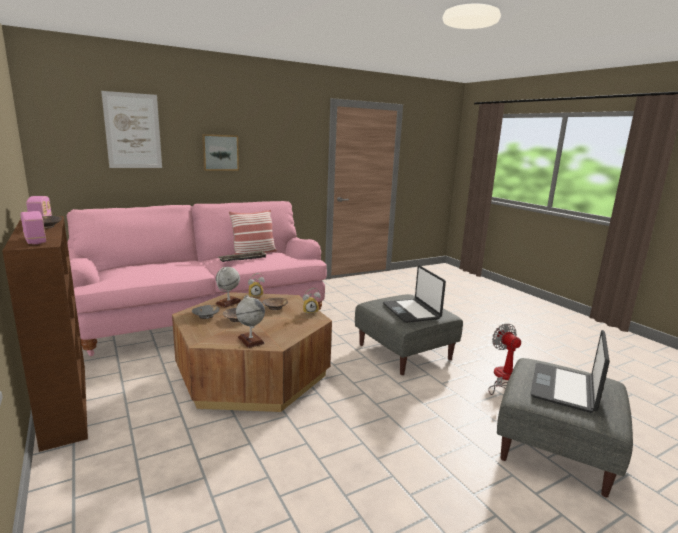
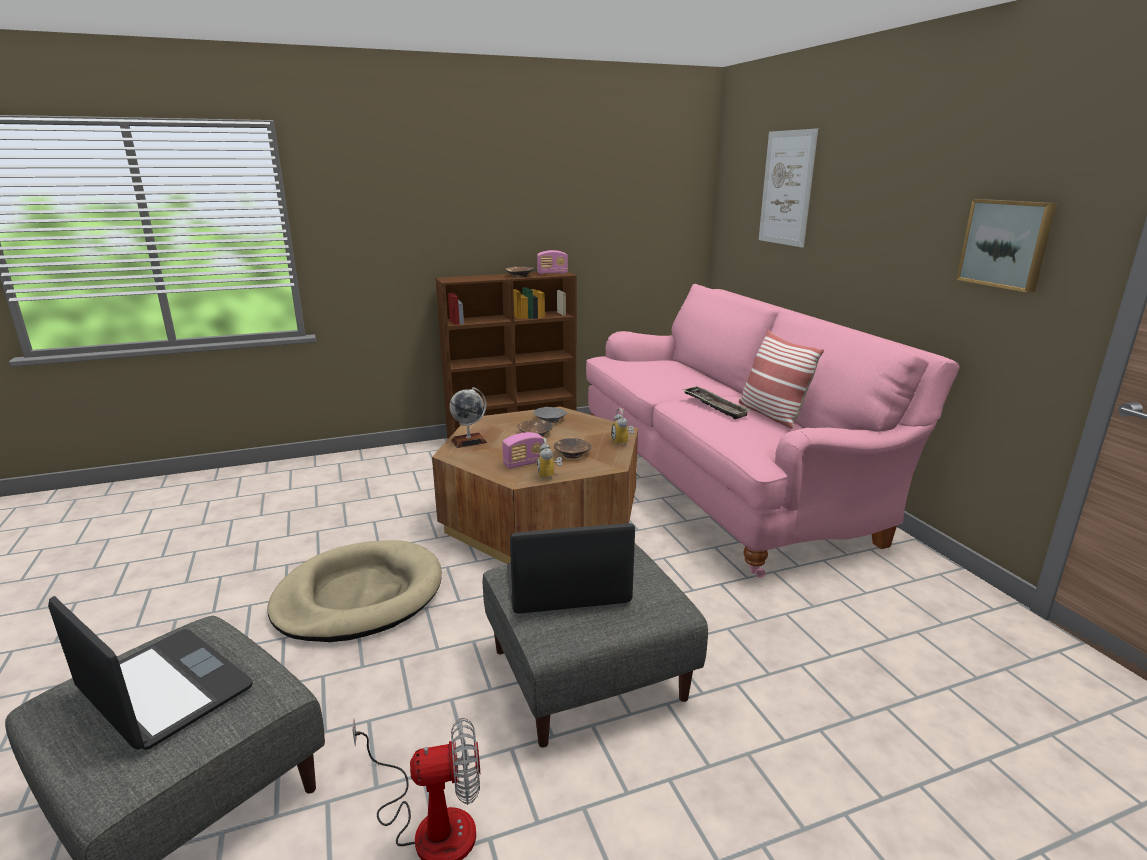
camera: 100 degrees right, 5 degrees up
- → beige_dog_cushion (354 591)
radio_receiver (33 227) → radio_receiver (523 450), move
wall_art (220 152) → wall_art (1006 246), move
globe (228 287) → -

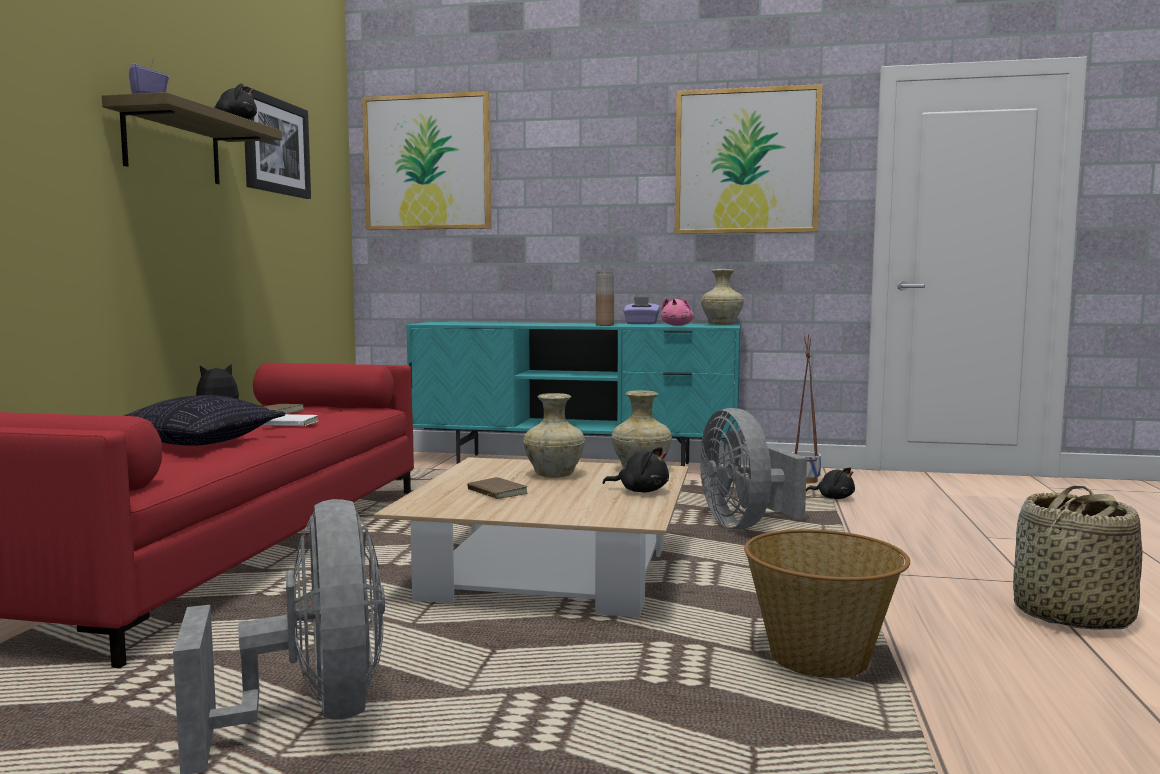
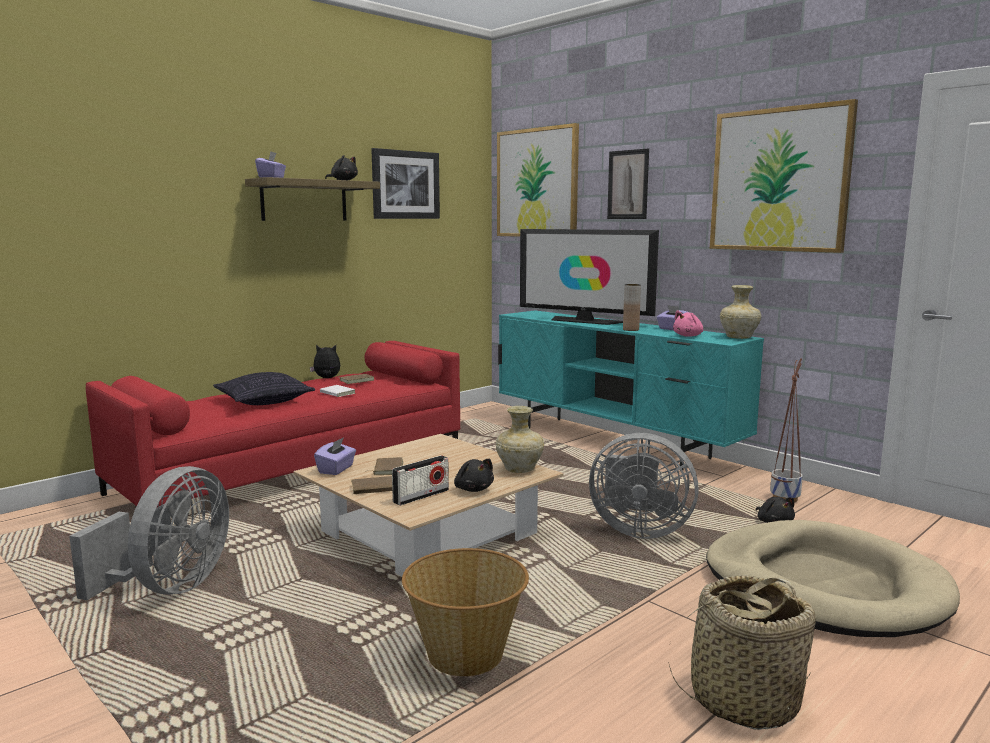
camera: 35 degrees right, 5 degrees up
- → purple_tissue_box (335 456)
- → brown-coloured_book (372 485)
- → radio_receiver (420 480)
- → TV (589 277)
greyish_electric_fan (753 469) → greyish_electric_fan (644 486), 90 degrees counterclockwise
- → wall_art (628 184)
- → beige_dog_cushion (833 578)
beige_flower_vase (554 435) → -

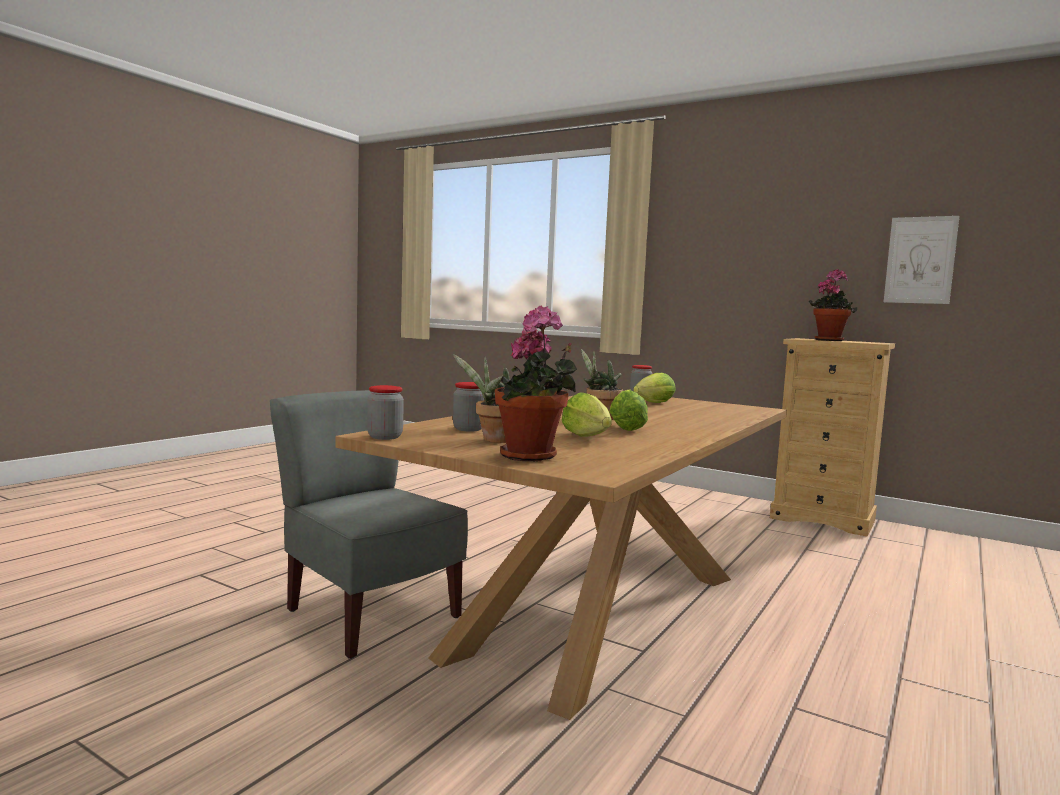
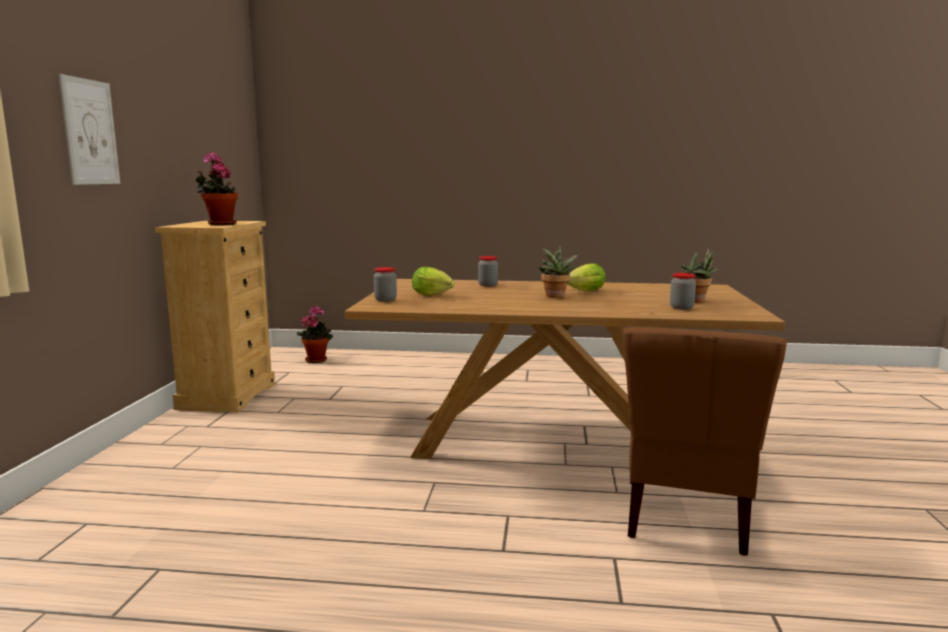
camera: 115 degrees left, 5 degrees up
wall_art (922 260) → wall_art (89 129), move
plant_in_a_pot (536 384) → plant_in_a_pot (315 334), move
storage_jar (385 412) → storage_jar (488 271), move
greyish_chair (369 524) → brown-coloured_chair (705 441)
lettuce (587 415) → -

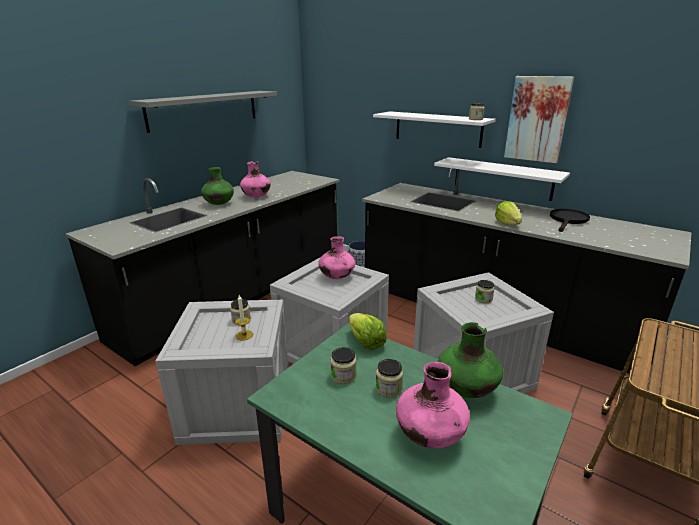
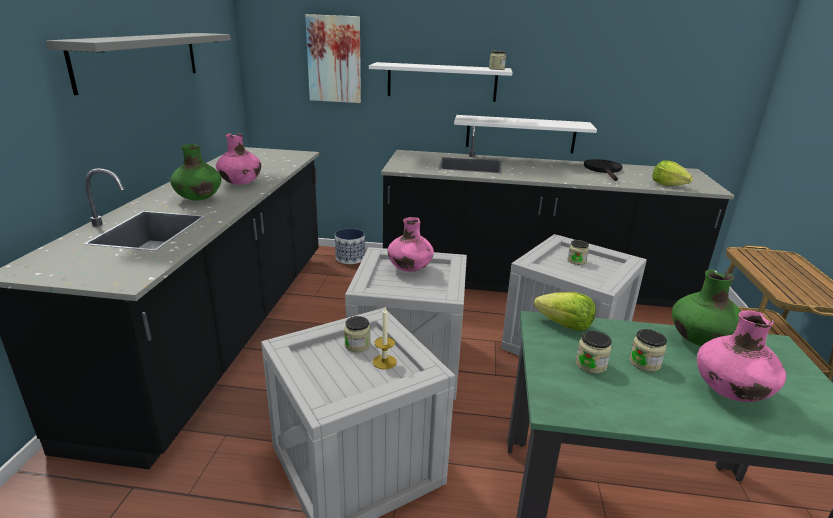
camera: 30 degrees left, 0 degrees up
wall_art (539 119) → wall_art (333 58), move
lettuce (508 213) → lettuce (672 173), move

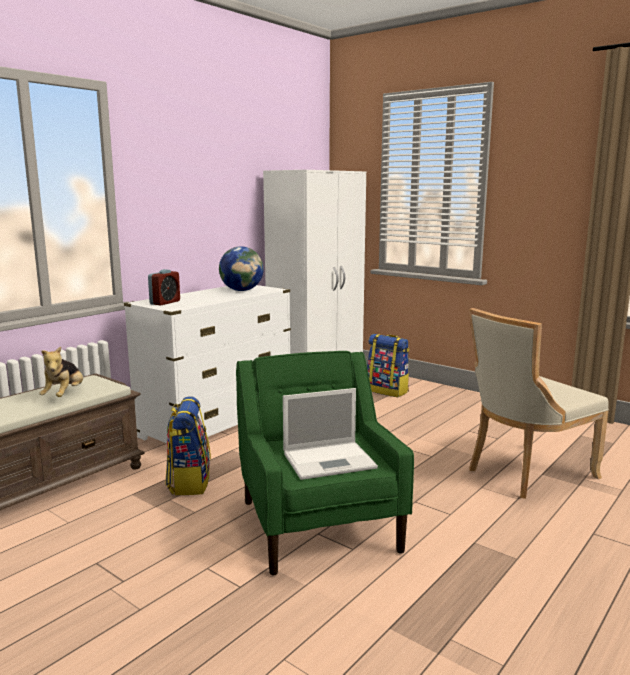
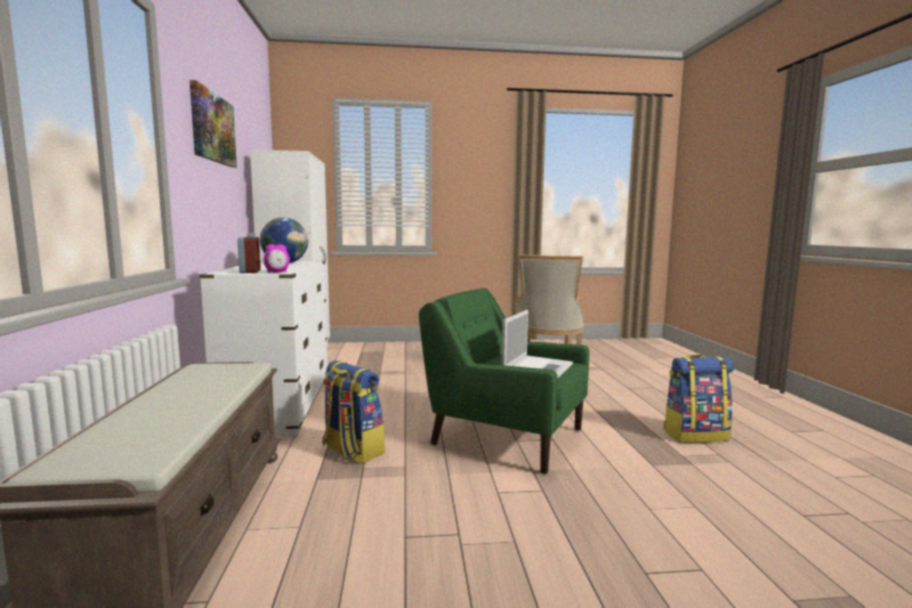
camera: 45 degrees left, 5 degrees down
- → wall_art (213 123)
- → table_clock (276 258)
knapsack (388 365) → knapsack (699 399), move
cuddly_toy (61 371) → -

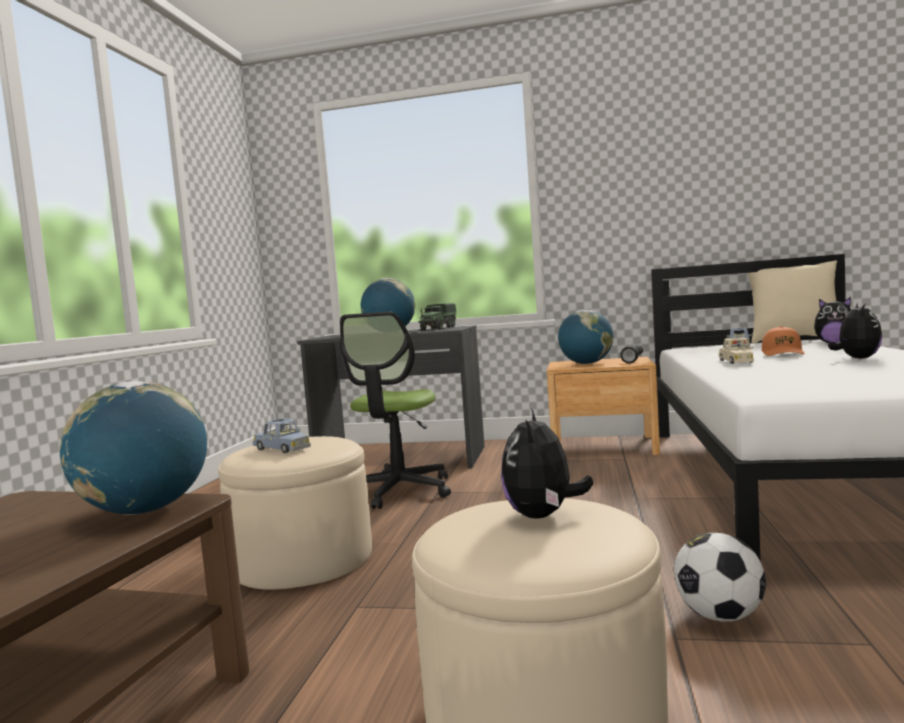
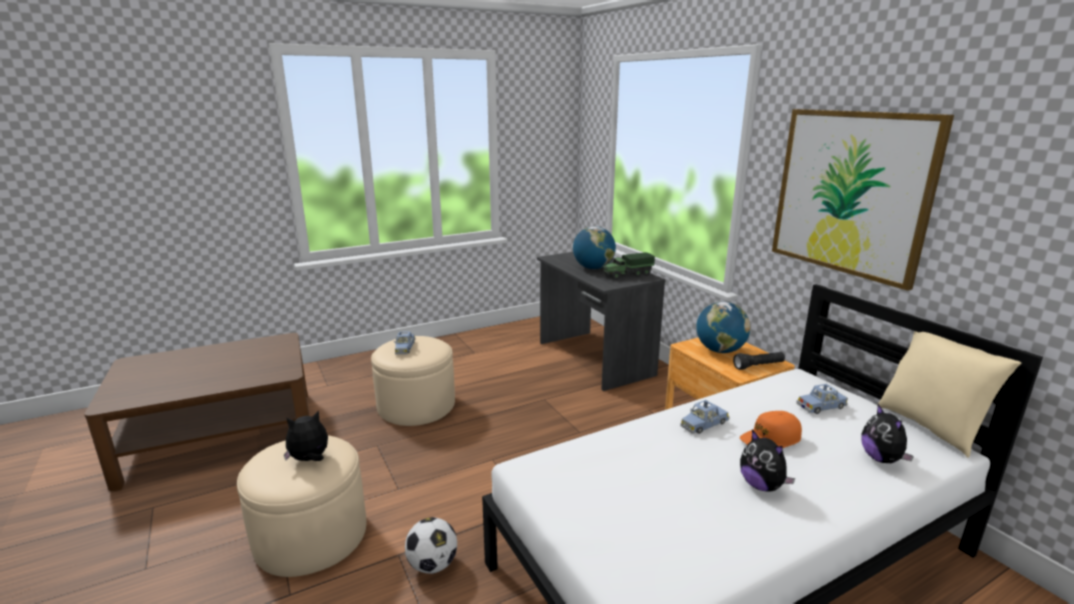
camera: 50 degrees right, 15 degrees up
beige_toy_car (736 350) → blue-coloured_toy_car (704 417)
cuddly_toy (855 331) → cuddly_toy (768 461), 75 degrees clockwise
- → wall_art (863 200)
globe (133 448) → -
office_chair (395 410) → -

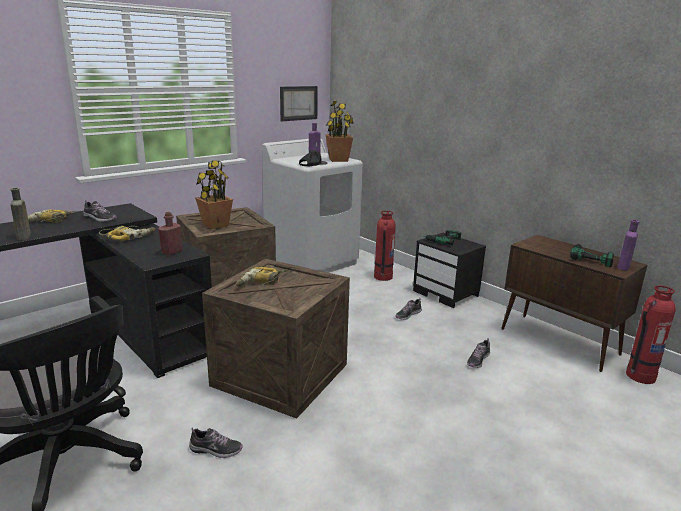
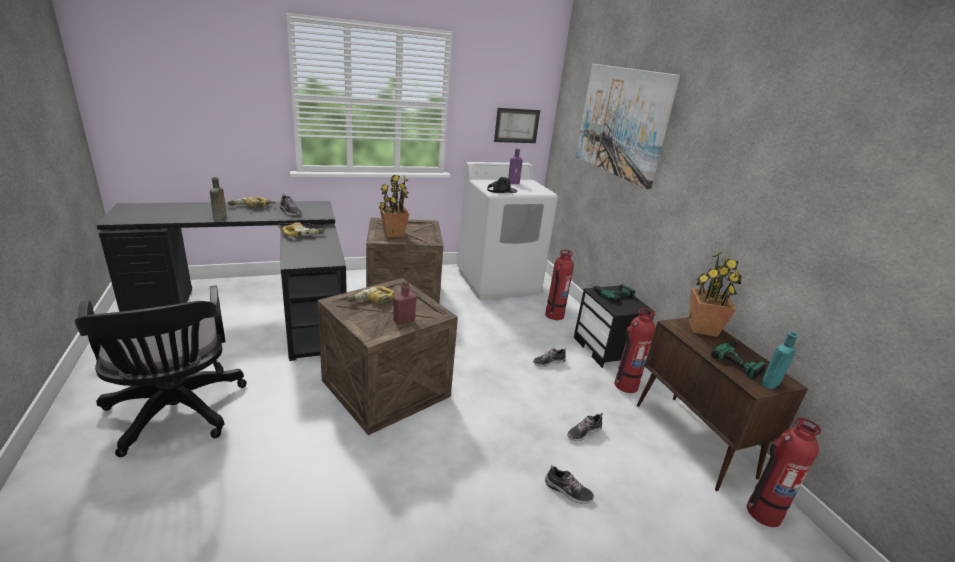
camera: 20 degrees right, 5 degrees up
red-coloured_drink_bottle (170 234) → red-coloured_drink_bottle (405 303), move
low_shoe (216 442) → low_shoe (569 484), move
- → wall_art (628 126)
- → fire_extinguisher (634 350)
plant_in_a_pot (339 131) → plant_in_a_pot (715 294), move
purple_drink_bottle (628 245) → turquoise_drink_bottle (779 360)

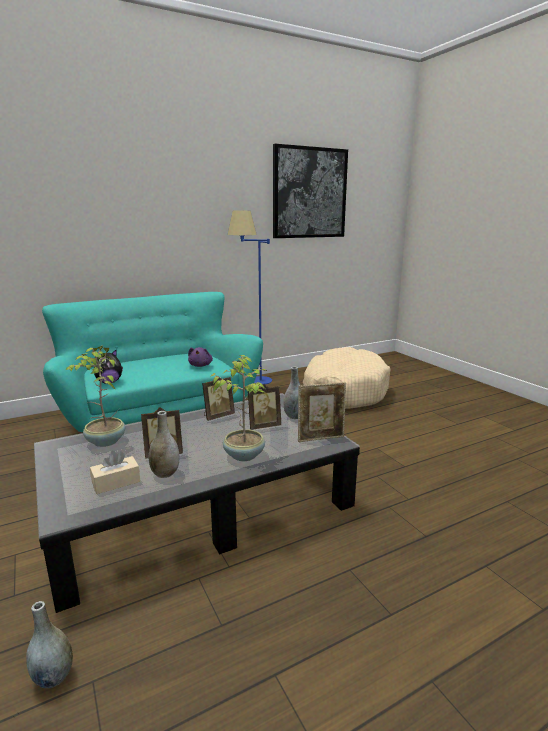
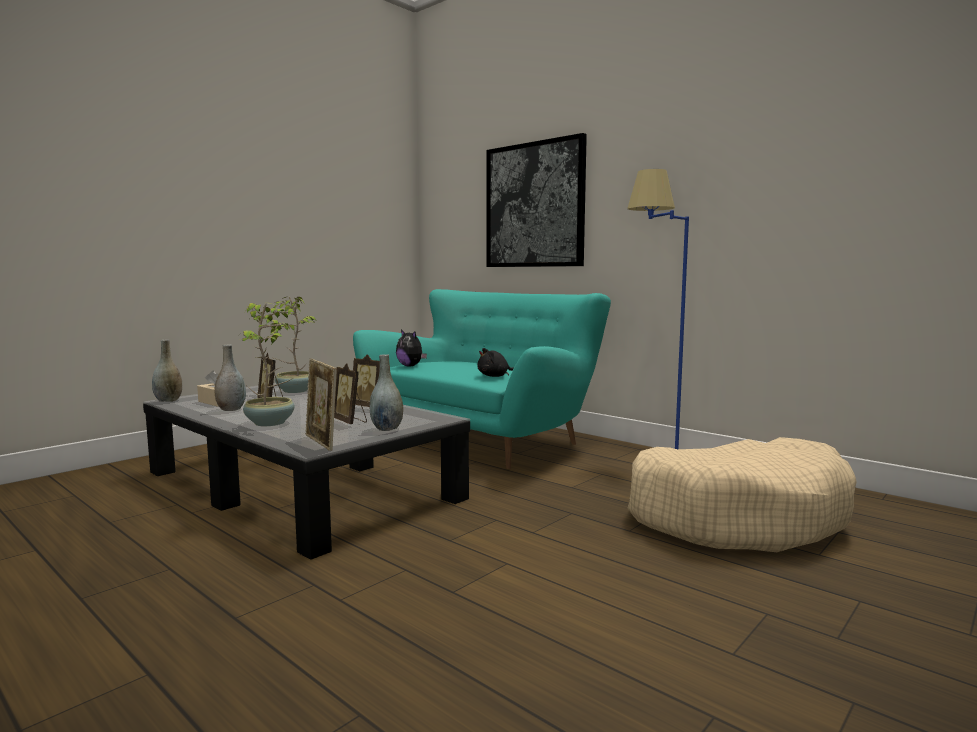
camera: 70 degrees right, 10 degrees down
greyish_flower_vase (49 644) → greyish_flower_vase (167 371), move
purple_cuddly_toy (200 357) → blackish_cuddly_toy (495 362)
wall_art (310 191) → wall_art (536 200), move

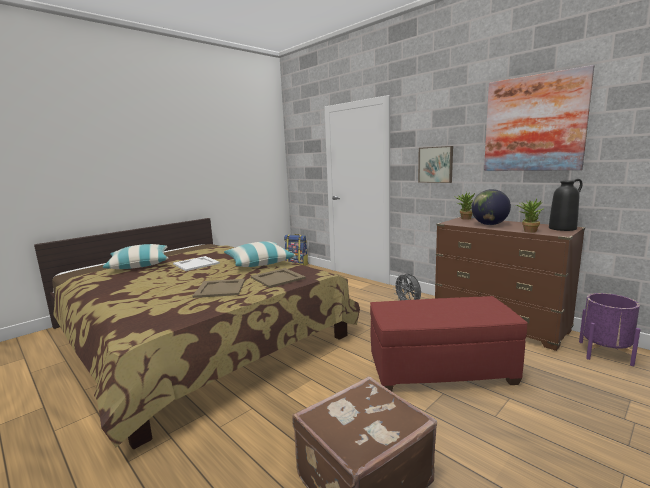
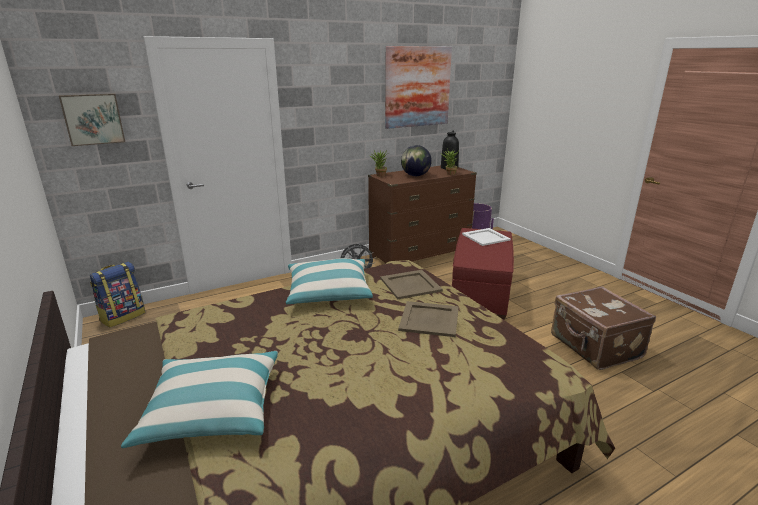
camera: 75 degrees left, 10 degrees up
wall_art (435 164) → wall_art (92 120), move
white-coloured_tray (196 263) → white-coloured_tray (486 237), move

